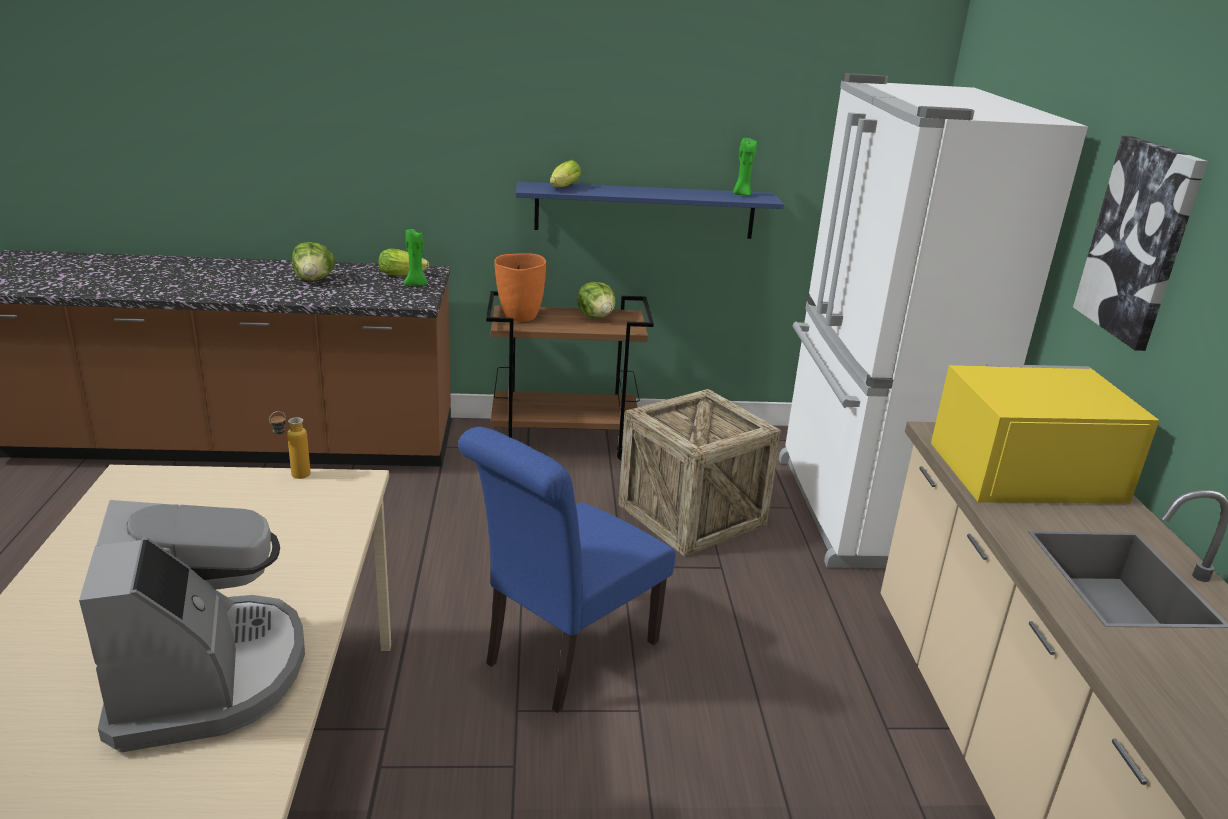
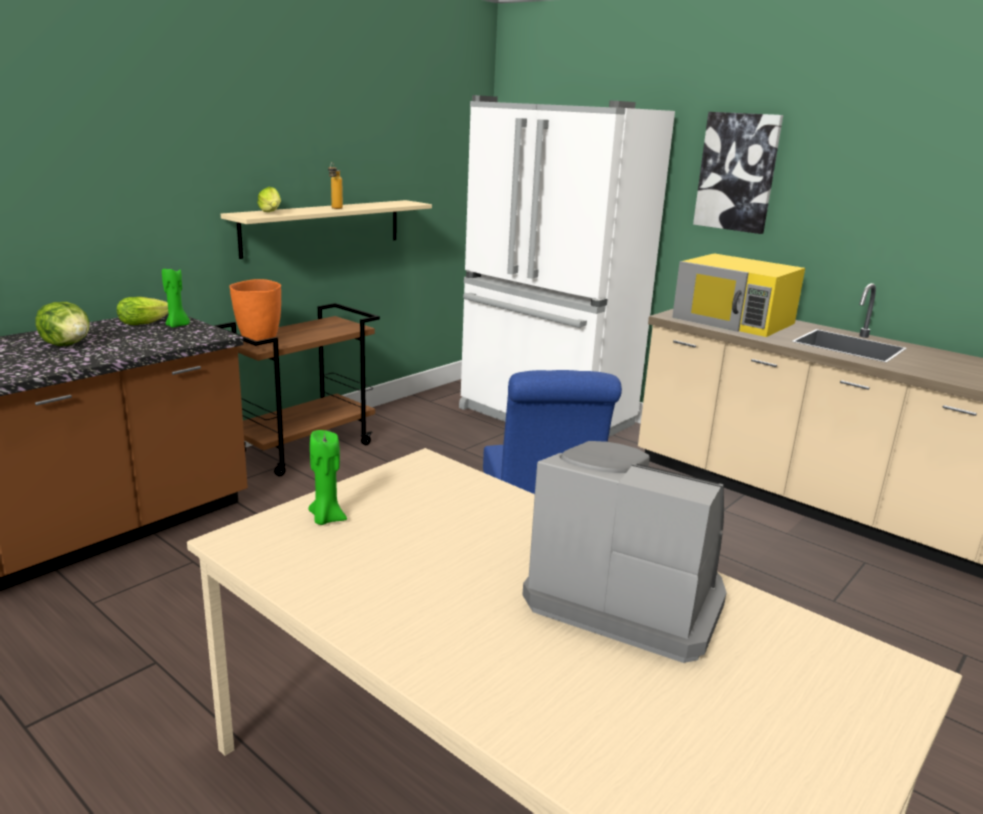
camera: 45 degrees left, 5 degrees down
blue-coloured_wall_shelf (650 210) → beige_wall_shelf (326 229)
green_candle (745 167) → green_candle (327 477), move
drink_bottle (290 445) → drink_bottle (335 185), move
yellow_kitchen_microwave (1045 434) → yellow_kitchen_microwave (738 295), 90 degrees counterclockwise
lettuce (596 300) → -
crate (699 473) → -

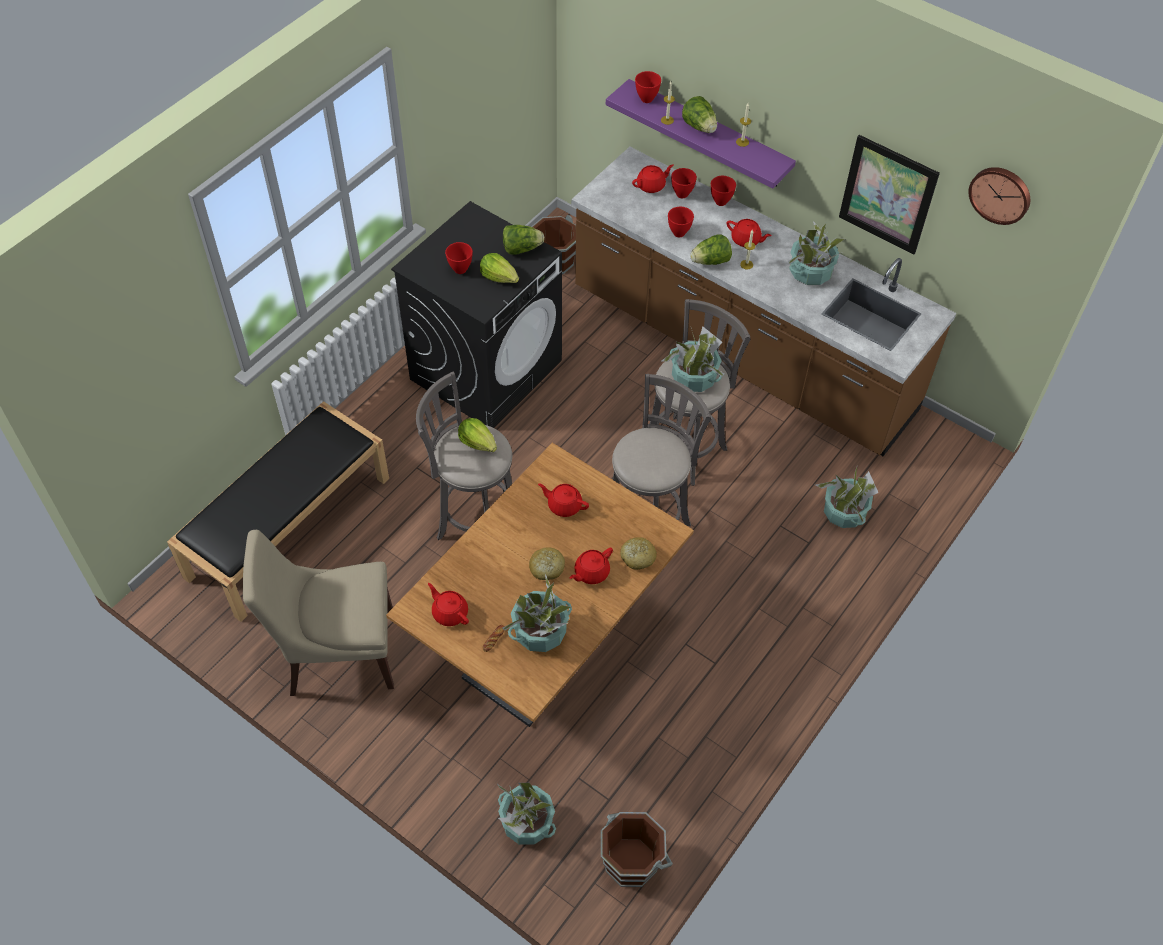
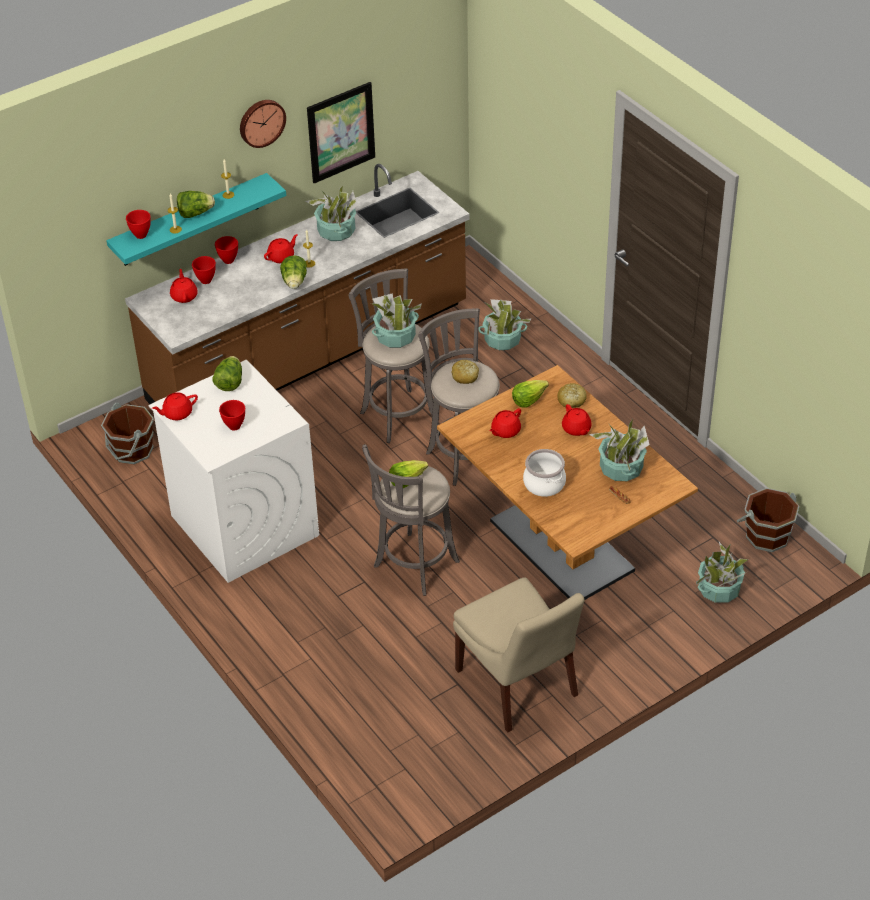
camera: 70 degrees left, 10 degrees down
purple_wall_shelf (701 134) → turquoise_wall_shelf (196 219)
blackish_laundry_machine (476 314) → white-coloured_laundry_machine (234 471)
red-coloured_pot_for_tea (448 604) → red-coloured_pot_for_tea (175 406), move
wall_clock (999 196) → wall_clock (263 124), move
baked_bread (547 563) → baked_bread (465 372), move
beige_chair (318 613) → beige_chair (518 654), 45 degrees counterclockwise
lettuce (499 268) → lettuce (530 394), move
- → cooking_pot (544 473)
blackish_long_seat (278 511) → -
red-coloured_bowl (681 222) → -

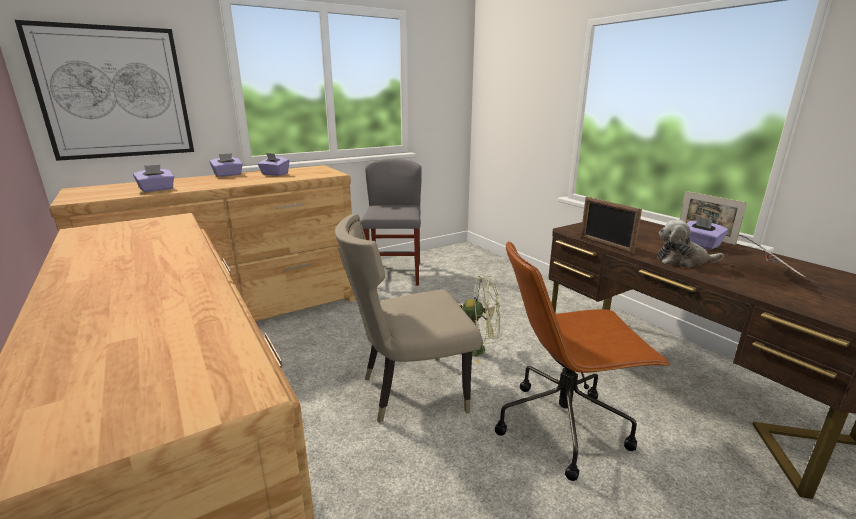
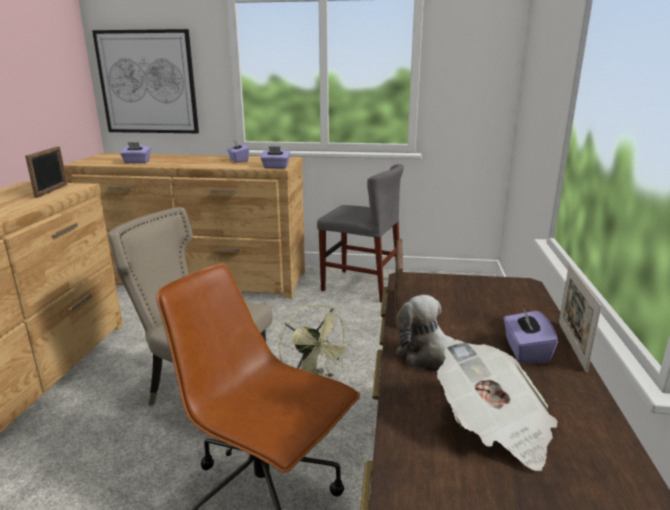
camera: 40 degrees right, 0 degrees up
- → photo_frame (46 172)
purple_tissue_box (226 165) → purple_tissue_box (275 157), move
greyish_chair (391 222) → greyish_chair (360 233), 75 degrees clockwise

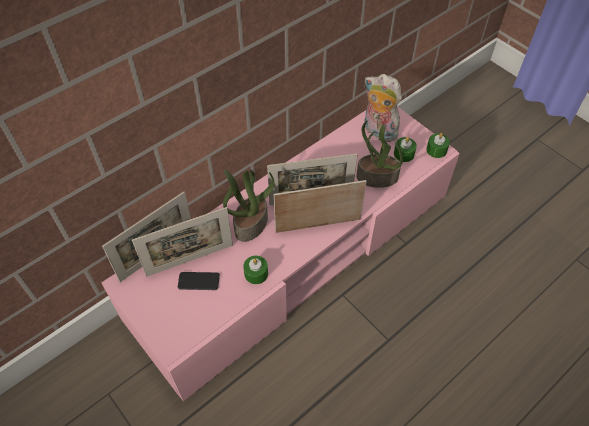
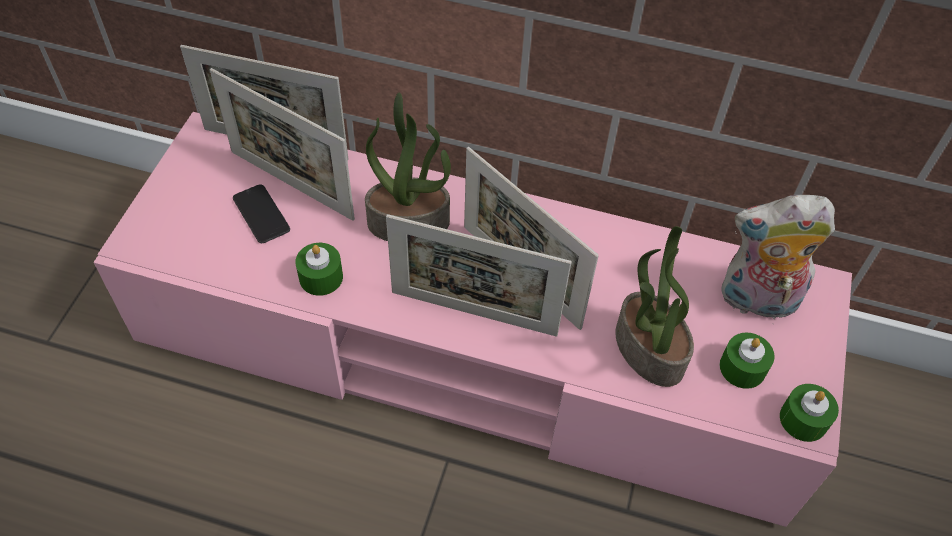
camera: 55 degrees right, 0 degrees up
photo_frame (320 206) → photo_frame (479 275), 150 degrees clockwise
cuddly_toy (383 108) → cuddly_toy (778 257), 90 degrees counterclockwise

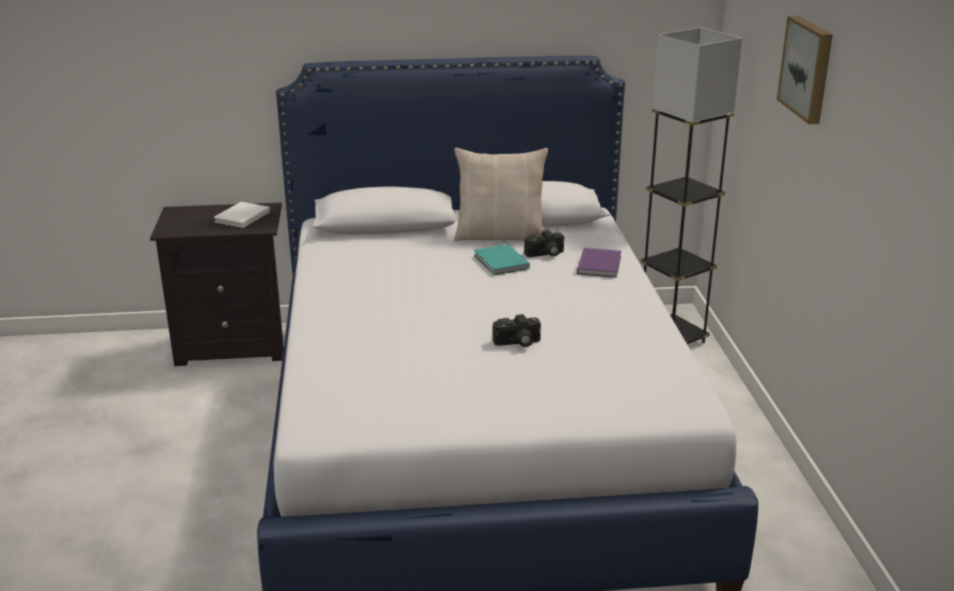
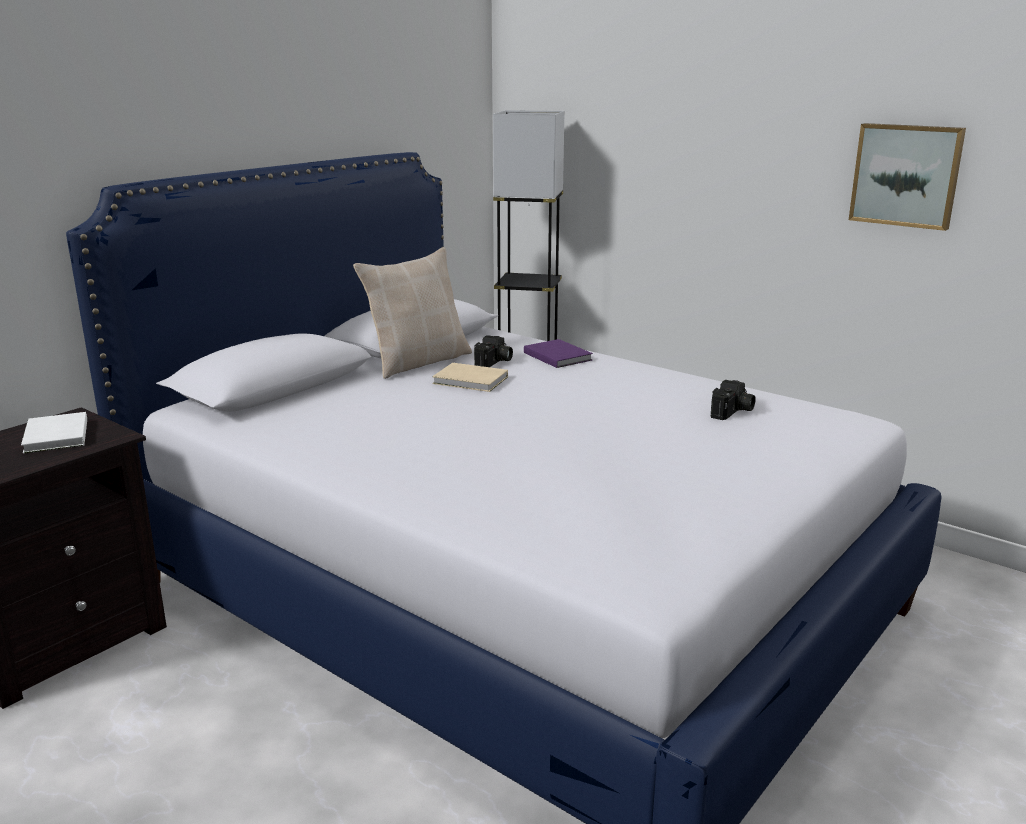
camera: 45 degrees left, 5 degrees down
turquoise_book (502 259) → beige_book (470 377)
still_camera (517 330) → still_camera (733 400), move
wall_art (805 70) → wall_art (907 177), move

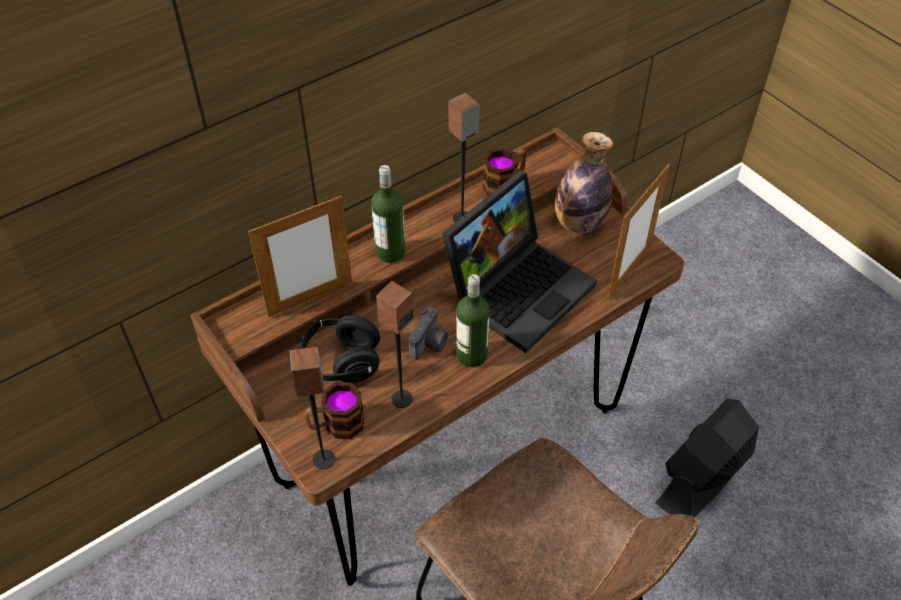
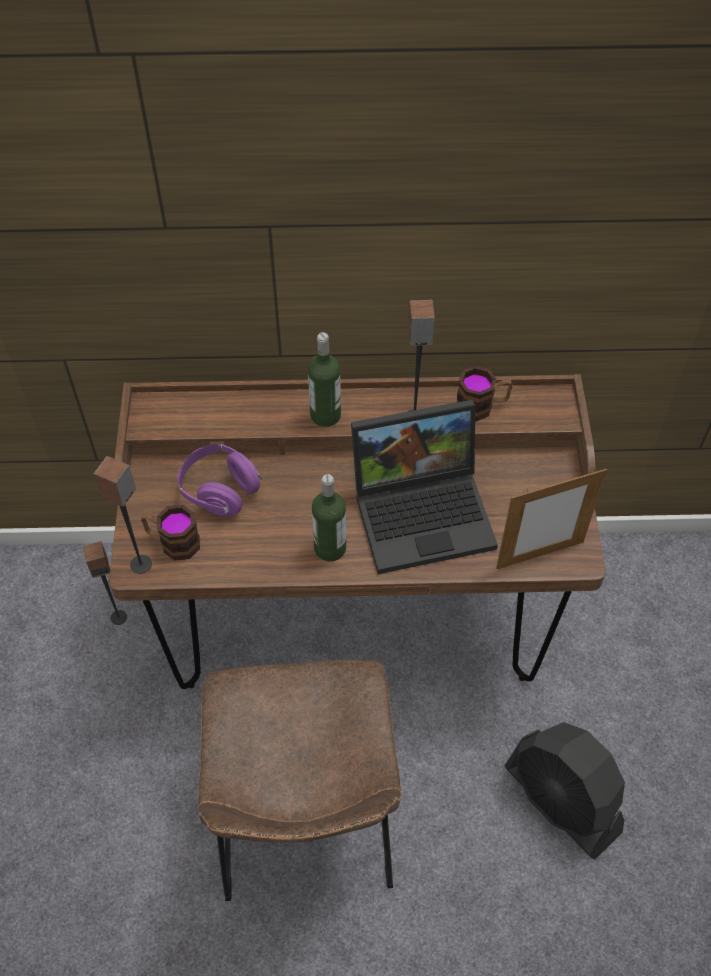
camera: 35 degrees right, 5 degrees up
loudspeaker (395 344) → loudspeaker (105 583), move
blackish_headphones (339 349) → purple_headphones (219 480)
blackish_electric_fan (707 458) → blackish_electric_fan (564 791), 120 degrees counterclockwise
photo_frame (300 256) → -
still_camera (428 333) → -
drink_bottle (584 183) → -

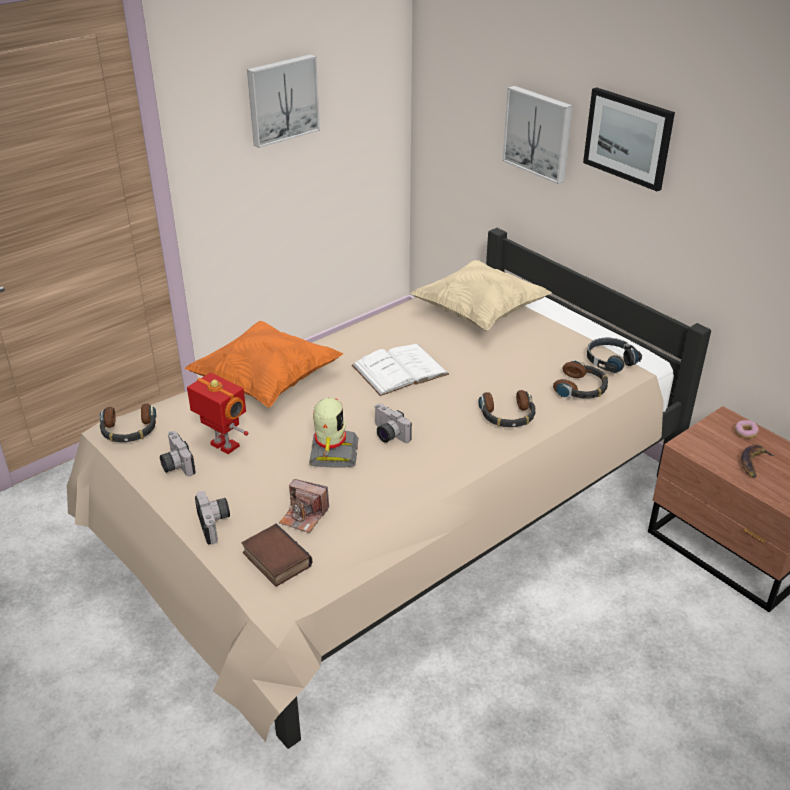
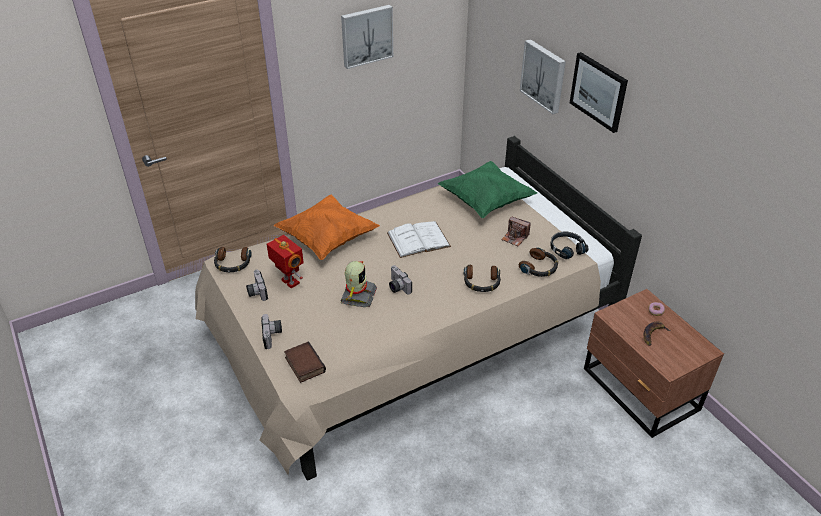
camera: 10 degrees right, 5 degrees up
beige_cushion (481 295) → green_cushion (487 189)
still_camera (304 506) → still_camera (516 231), move

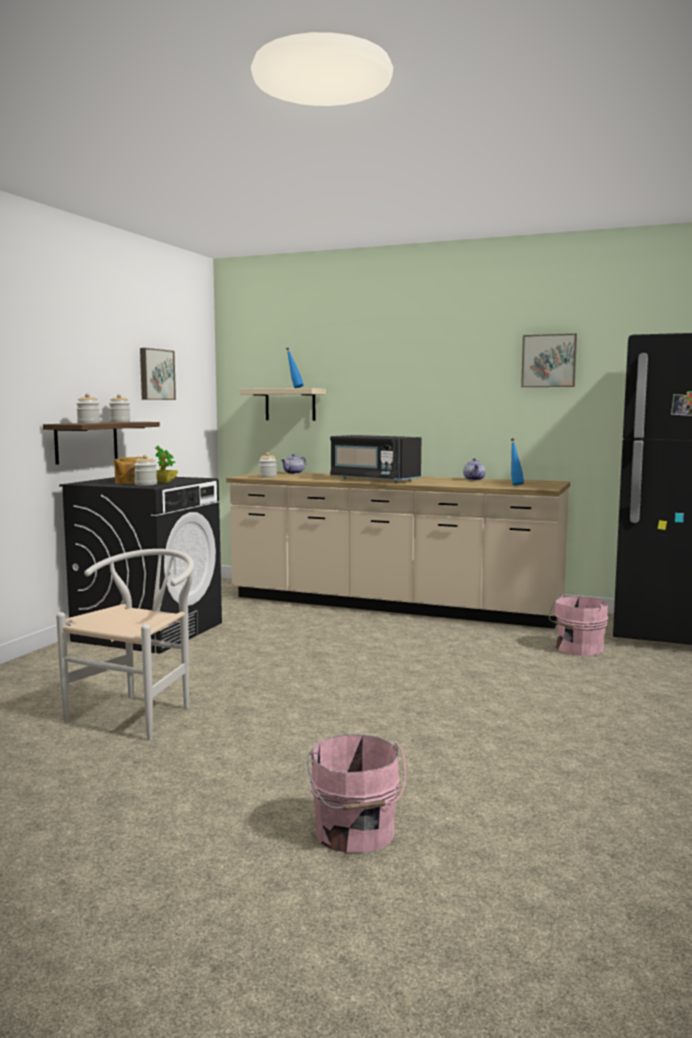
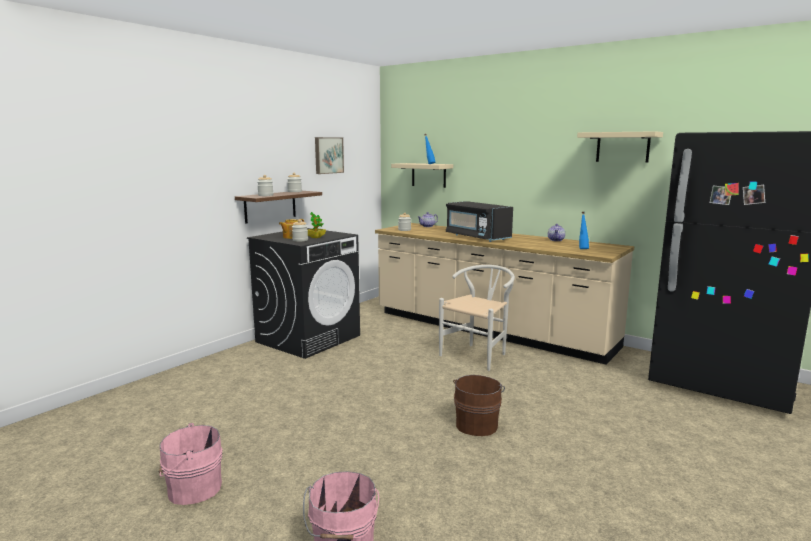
camera: 15 degrees right, 5 degrees up
pinkish_bucket (578 625) → pinkish_bucket (191 464), move
white-coloured_chair (125 644) → white-coloured_chair (477 318), move
- → brown-coloured_bucket (479 405)
wall_art (549 360) → beige_wall_shelf (620 147)

